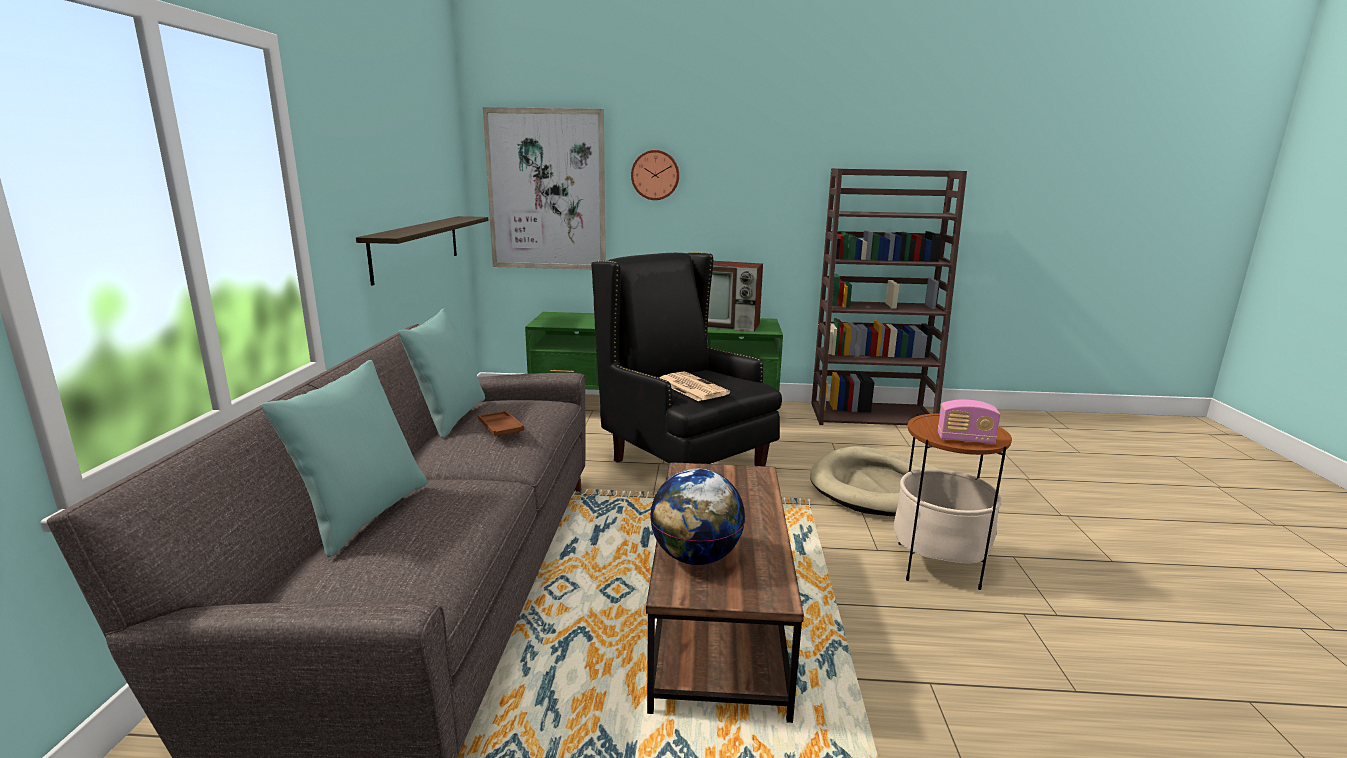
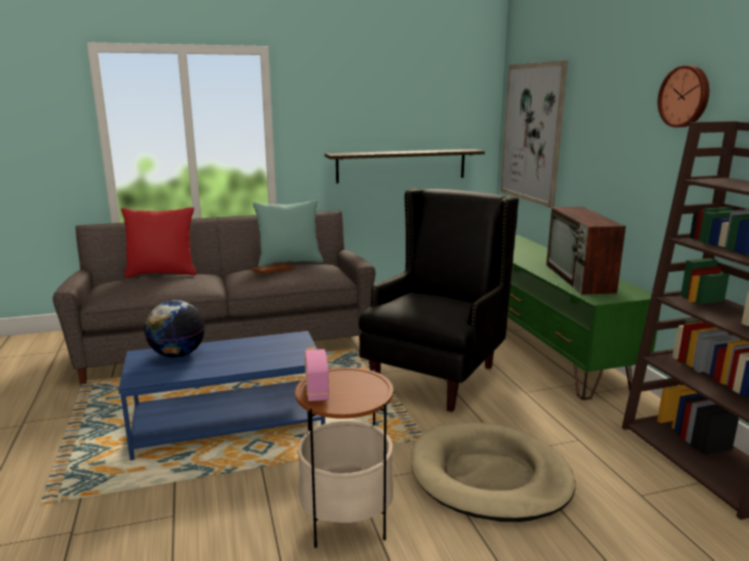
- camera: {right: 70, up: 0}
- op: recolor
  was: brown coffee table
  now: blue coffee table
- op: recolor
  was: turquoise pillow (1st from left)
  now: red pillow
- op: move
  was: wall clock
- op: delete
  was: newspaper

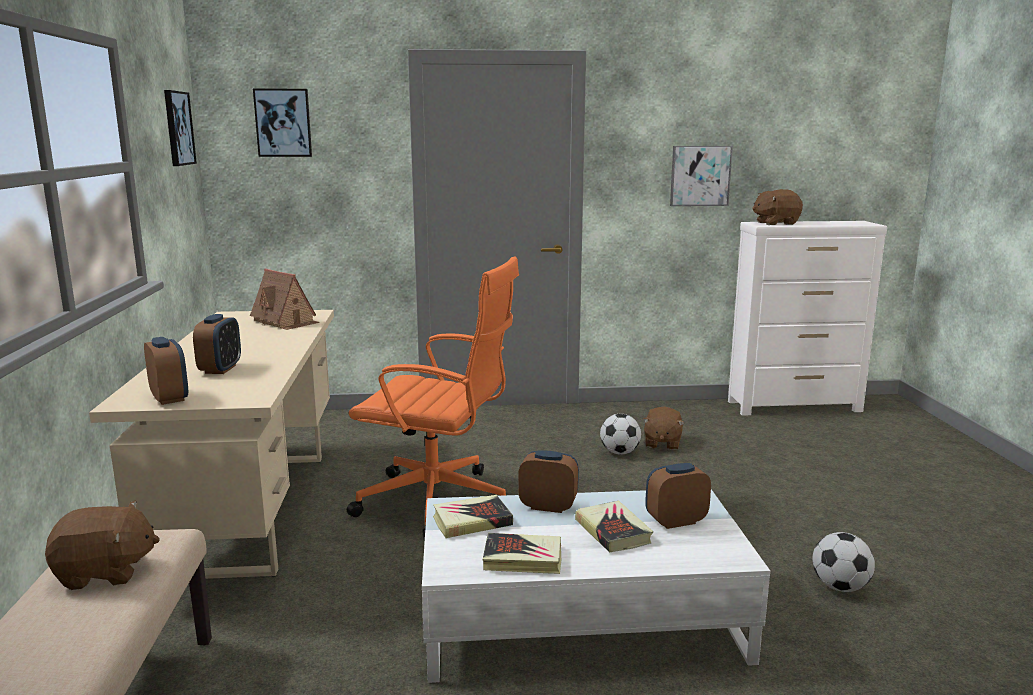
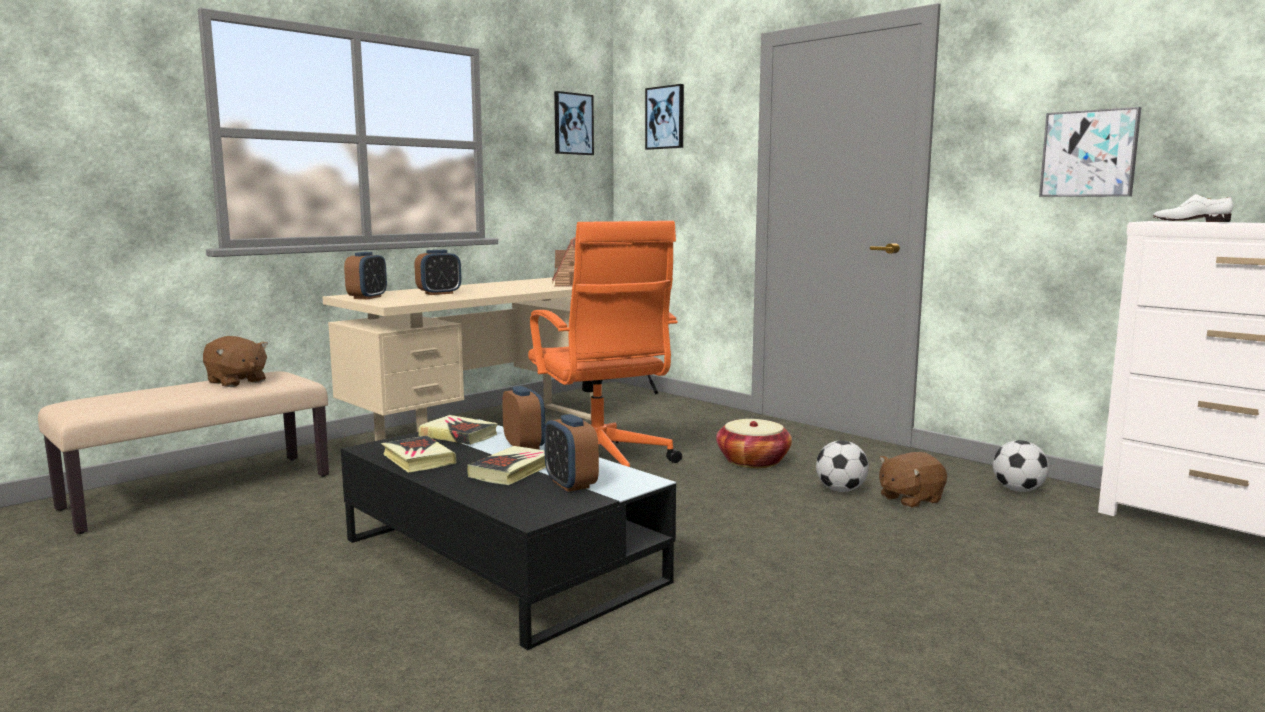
- camera: {right: 50, up: -5}
- op: recolor
  was: white coffee table
  now: black coffee table
- op: rotate
  was: alarm clock (4th from left)
  clockwise: -150
- op: insert
  now: basket
- op: move
  was: football (2nd from left)
- op: replace
  was: brown plush toy (3rd from left)
  now: white shoe

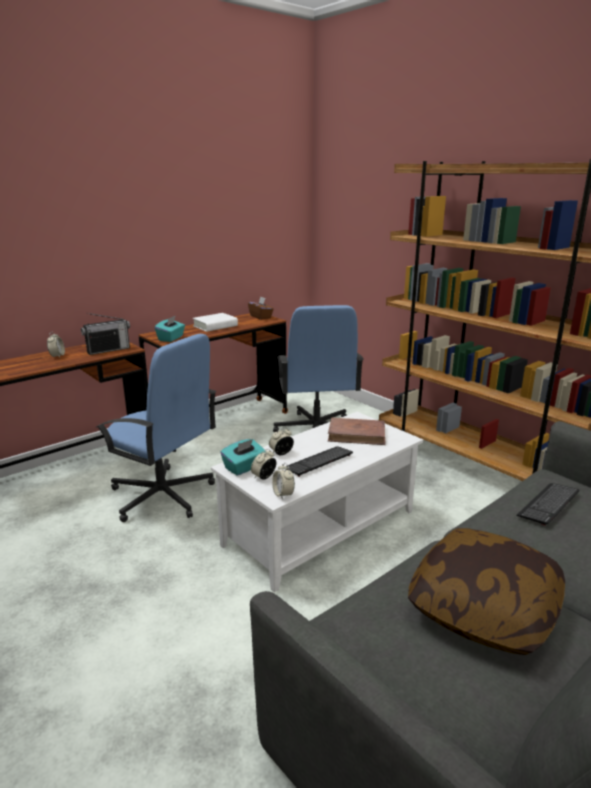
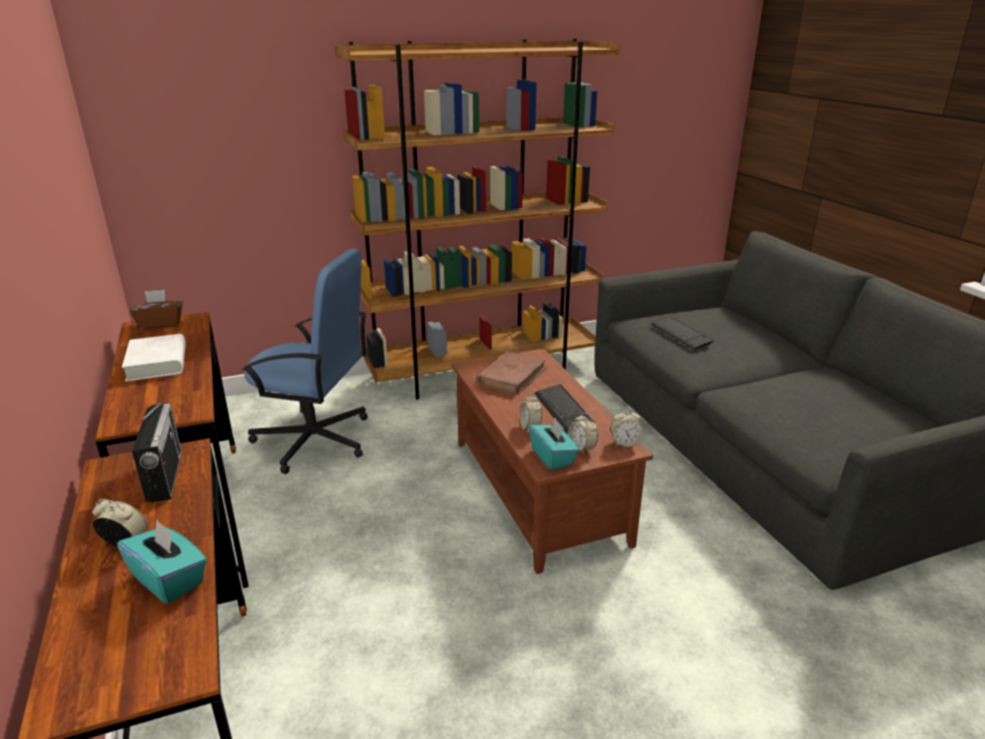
- camera: {right: -70, up: 5}
- op: move
  was: turquoise tissue box (1st from left)
- op: recolor
  was: white coffee table
  now: brown coffee table
- op: delete
  was: blue office chair (1st from left)
- op: delete
  was: pillow

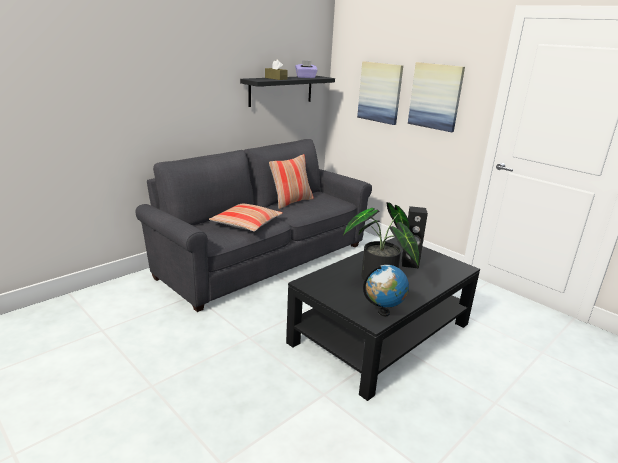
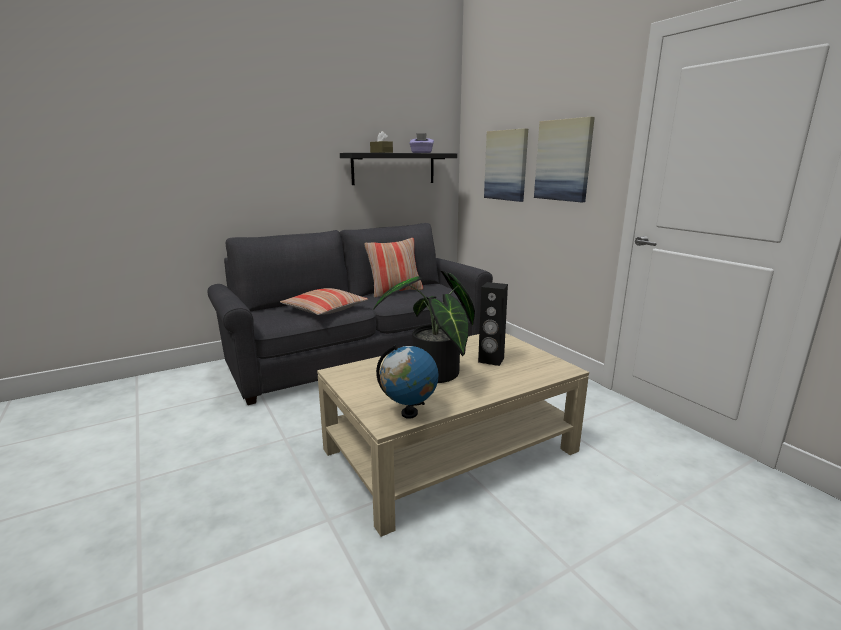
- camera: {right: 15, up: -5}
- op: recolor
  was: black coffee table
  now: beige coffee table

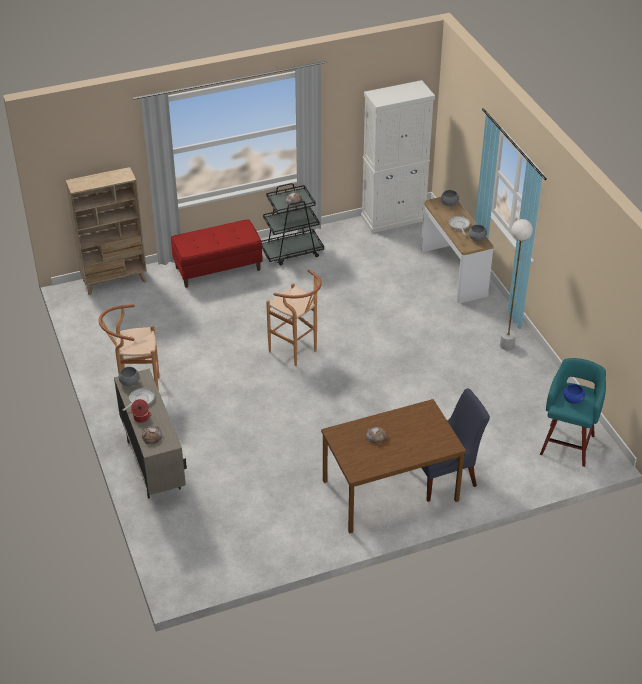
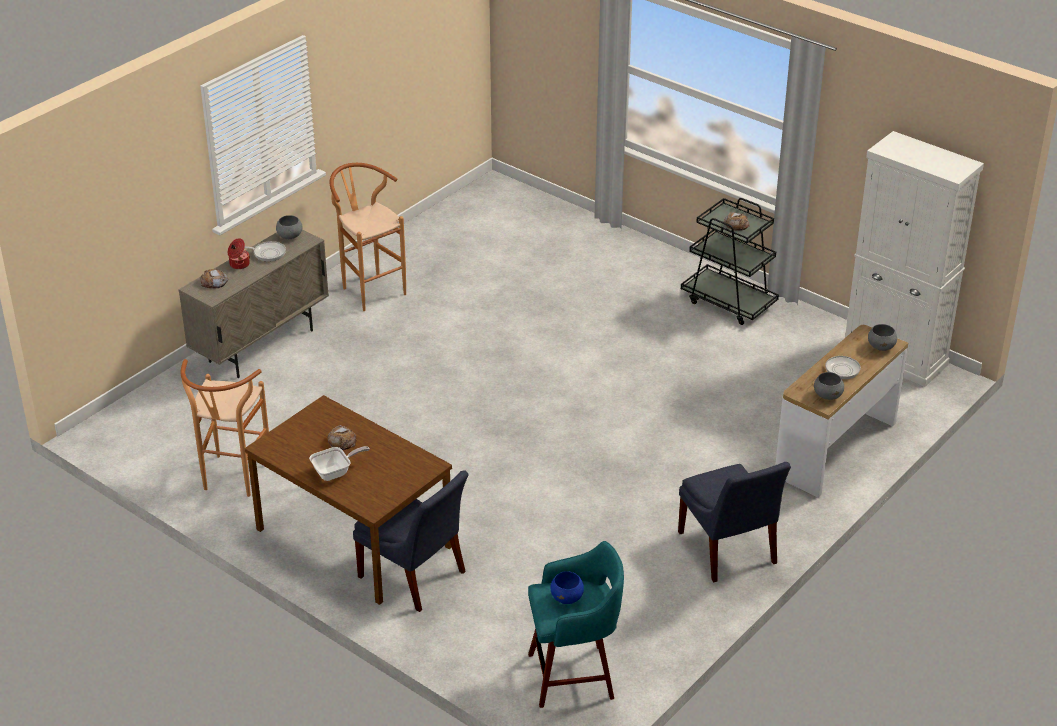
- camera: {right: 60, up: -5}
- op: move
  was: brown stool (2nd from left in the first image)
  now: brown stool (1st from left)
- op: insert
  now: frying pan (2nd from left)
- op: replace
  was: white floor lamp
  now: blue chair (2nd from left)
- op: delete
  was: beige bookcase
- op: delete
  was: red bench

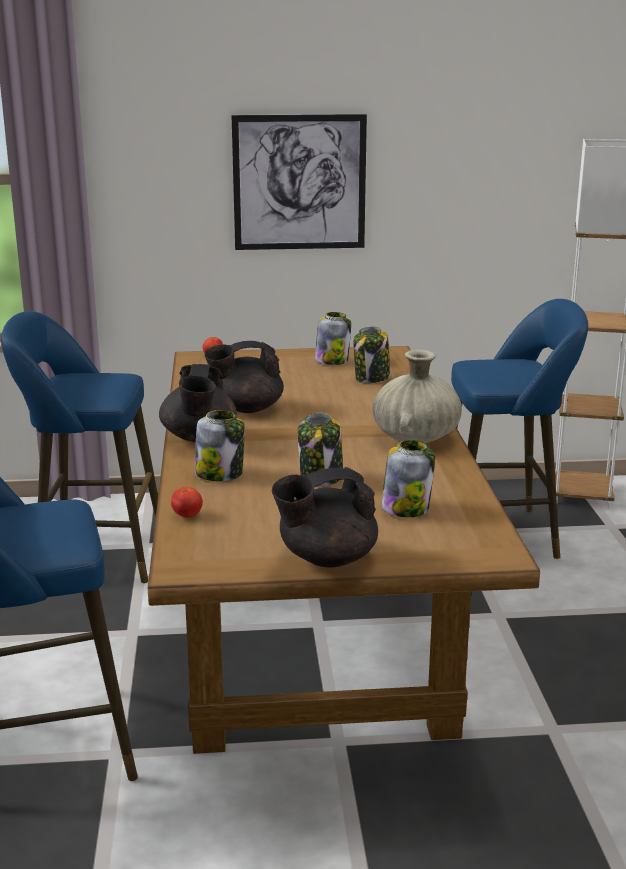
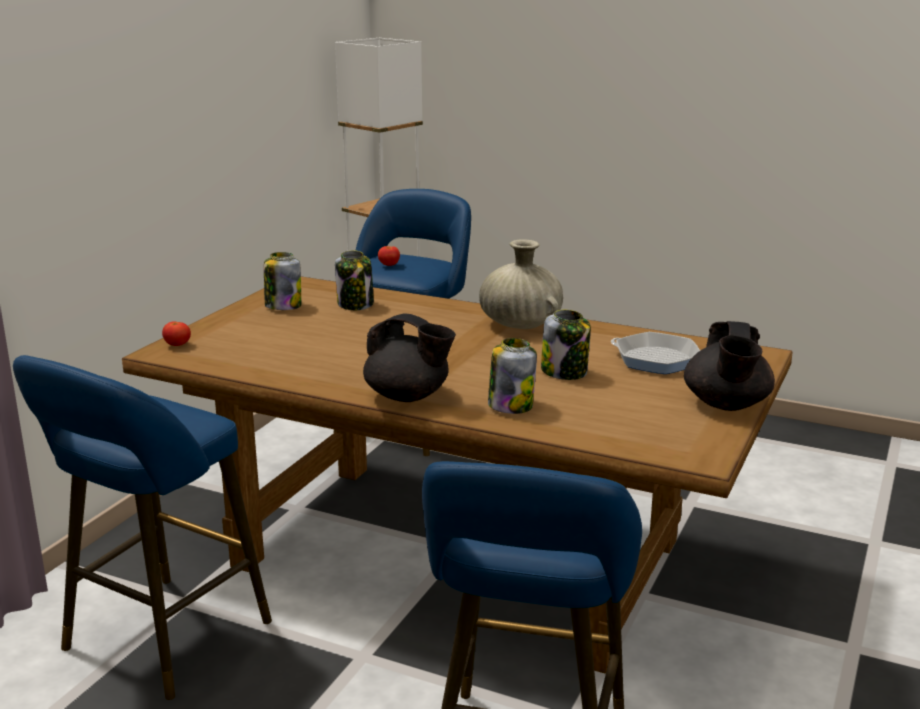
- camera: {right: -60, up: 0}
- op: move
  was: tomato (1st from left in the first image)
  now: tomato (2nd from left)
- op: replace
  was: jar (5th from left)
  now: frying pan
- op: delete
  was: black teapot (2nd from left)
- op: delete
  was: picture

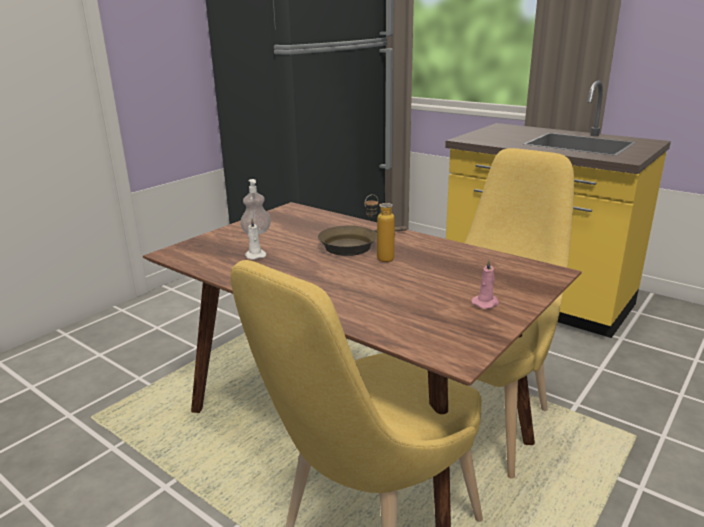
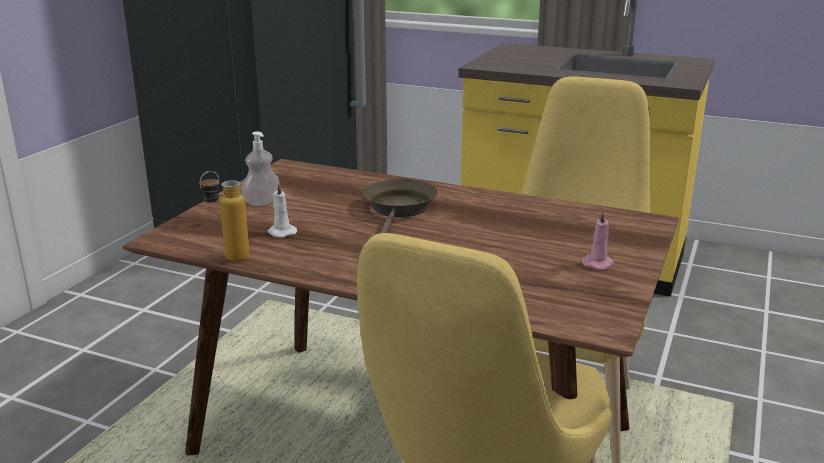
- camera: {right: -15, up: 0}
- op: move
  was: bottle
- op: rotate
  was: brown frying pan
  clockwise: 150

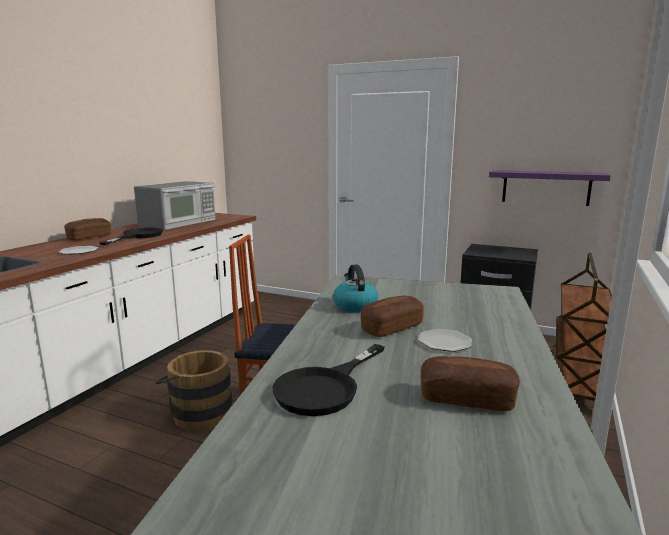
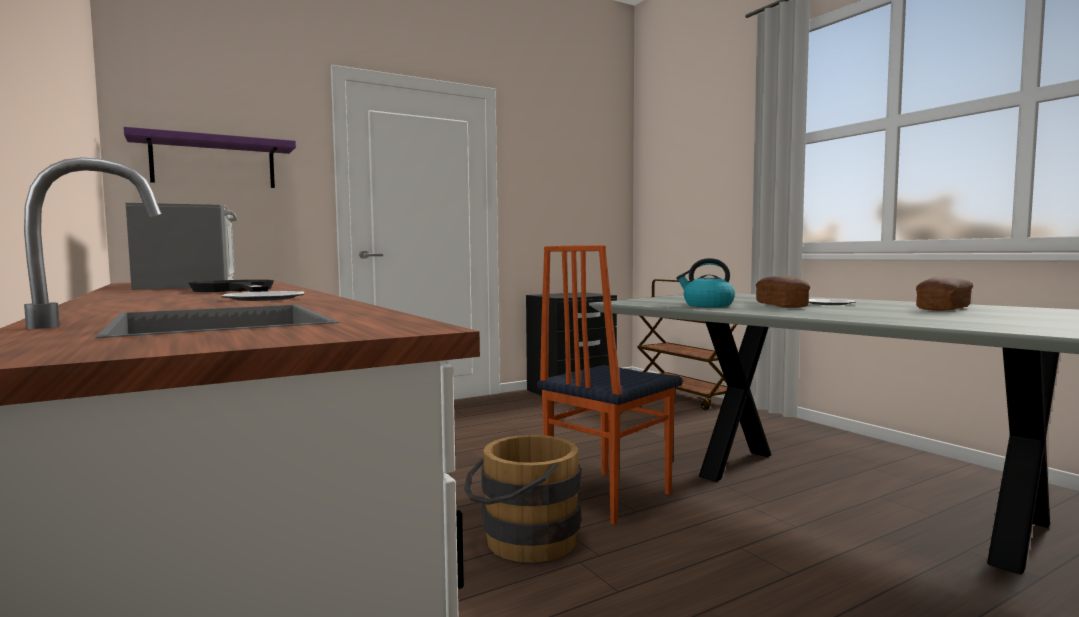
- camera: {right: -55, up: -10}
- op: move
  was: purple shelf
- op: delete
  was: bread (1st from left)
- op: delete
  was: black frying pan (2nd from left)

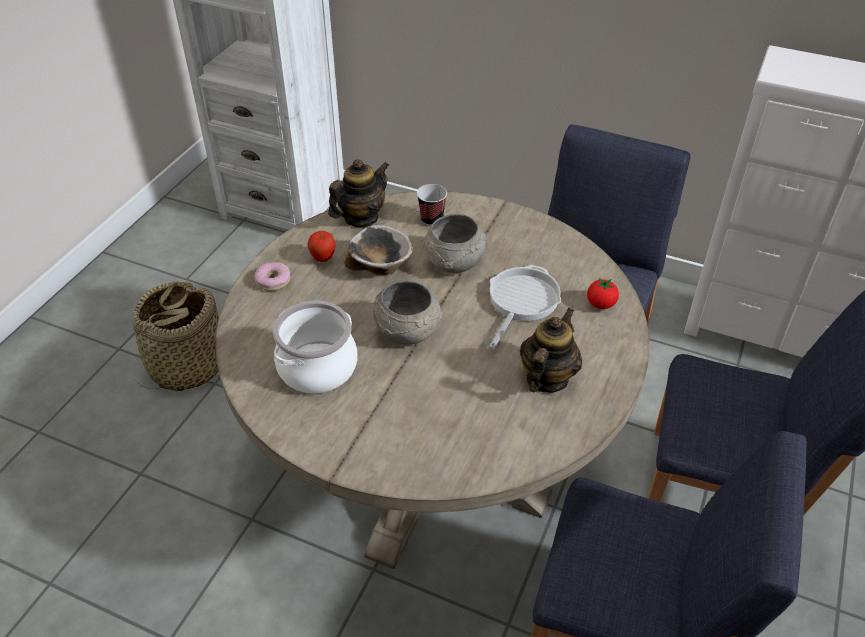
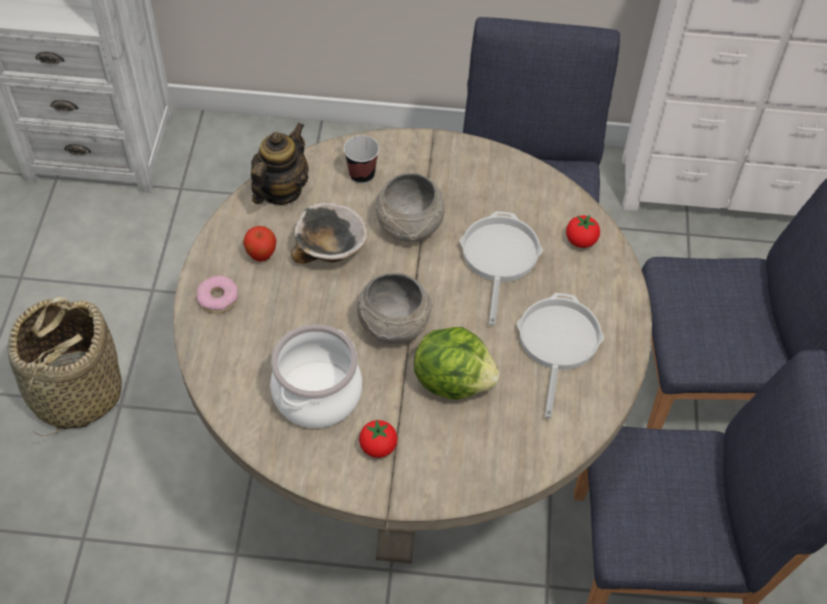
- camera: {right: -20, up: 10}
- op: insert
  now: tomato (1st from left)
- op: insert
  now: lettuce
- op: replace
  was: teapot (2nd from left)
  now: frying pan (2nd from left)

